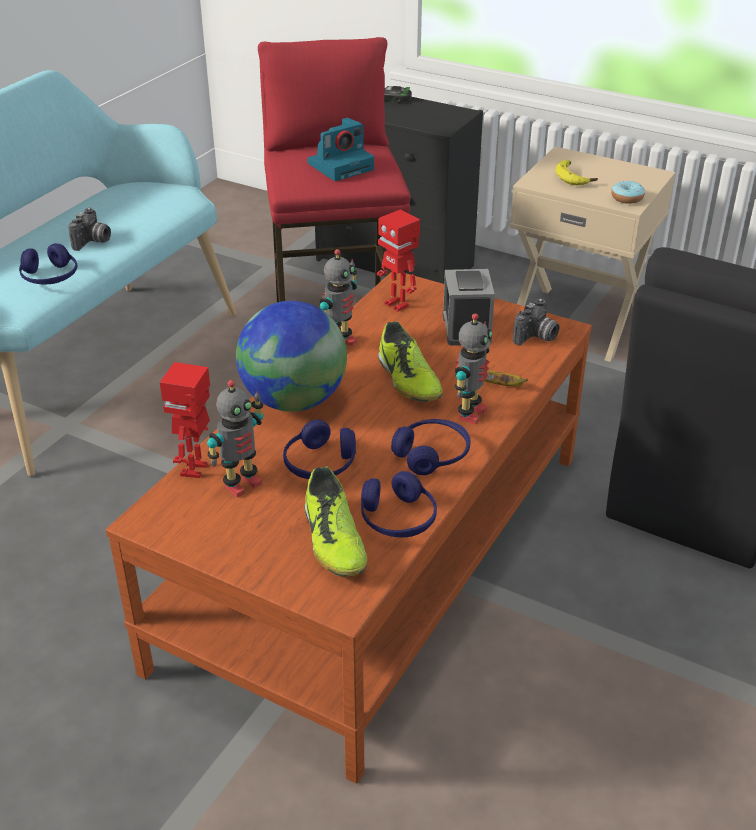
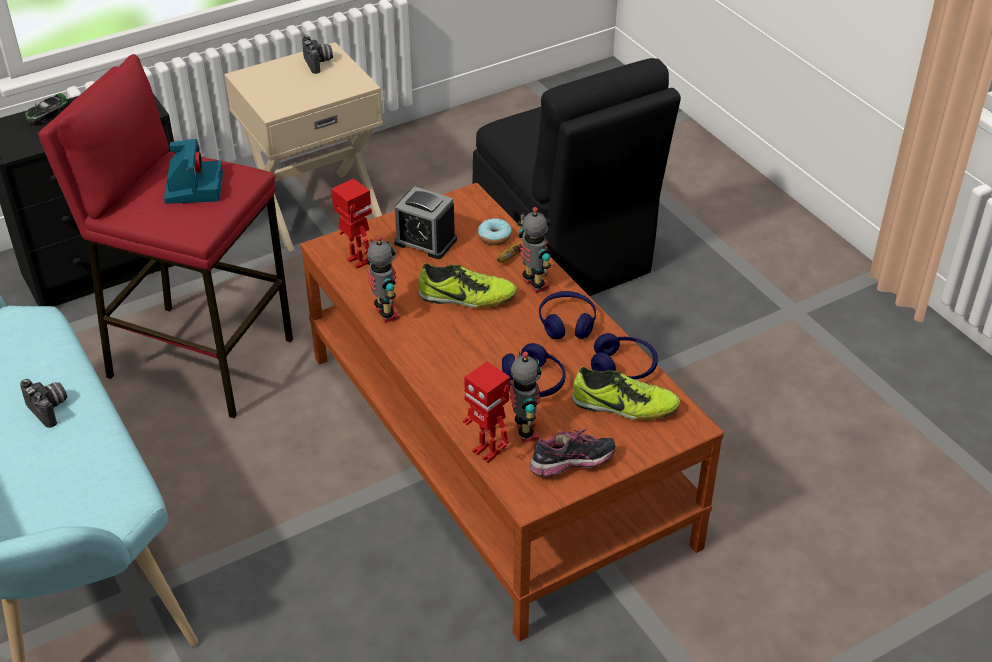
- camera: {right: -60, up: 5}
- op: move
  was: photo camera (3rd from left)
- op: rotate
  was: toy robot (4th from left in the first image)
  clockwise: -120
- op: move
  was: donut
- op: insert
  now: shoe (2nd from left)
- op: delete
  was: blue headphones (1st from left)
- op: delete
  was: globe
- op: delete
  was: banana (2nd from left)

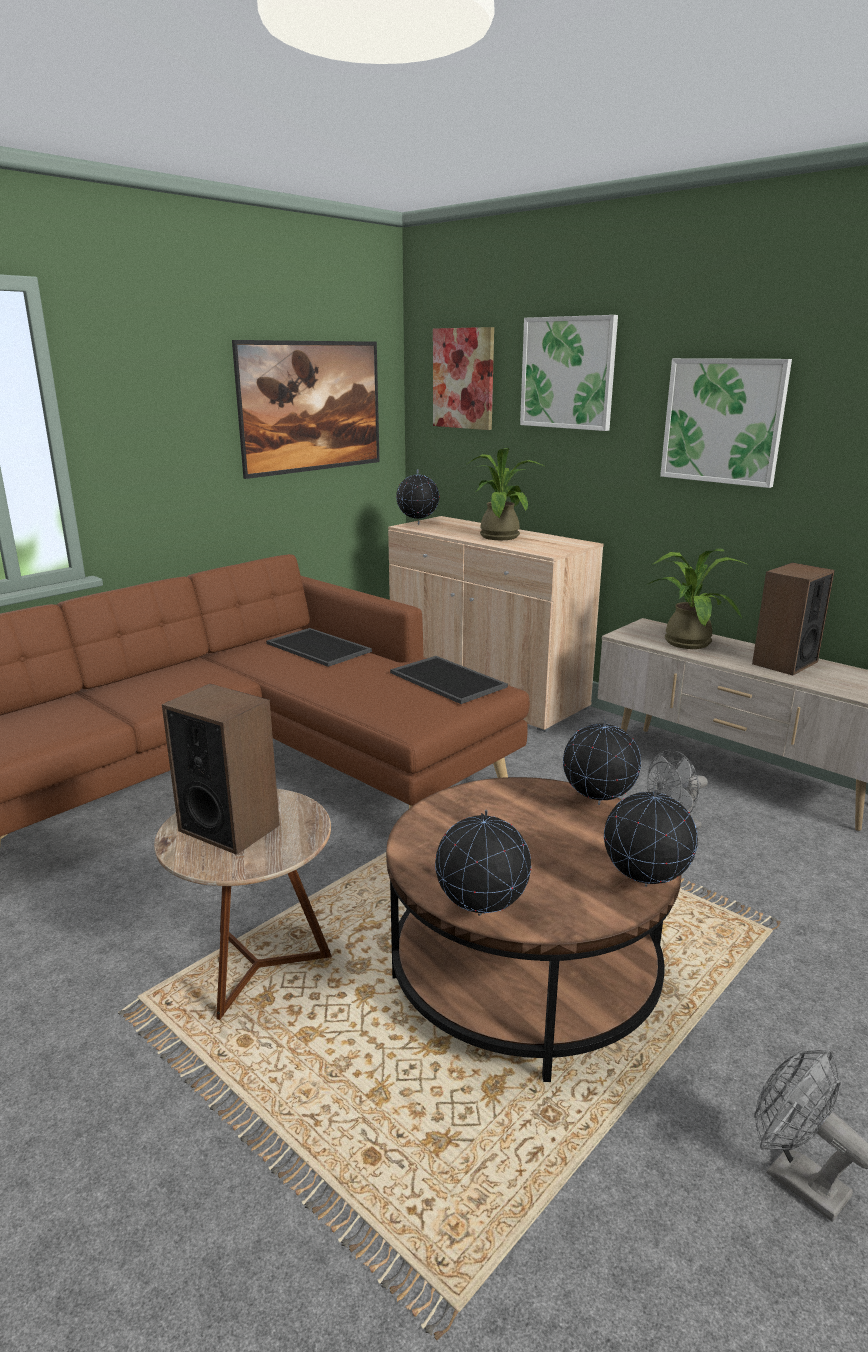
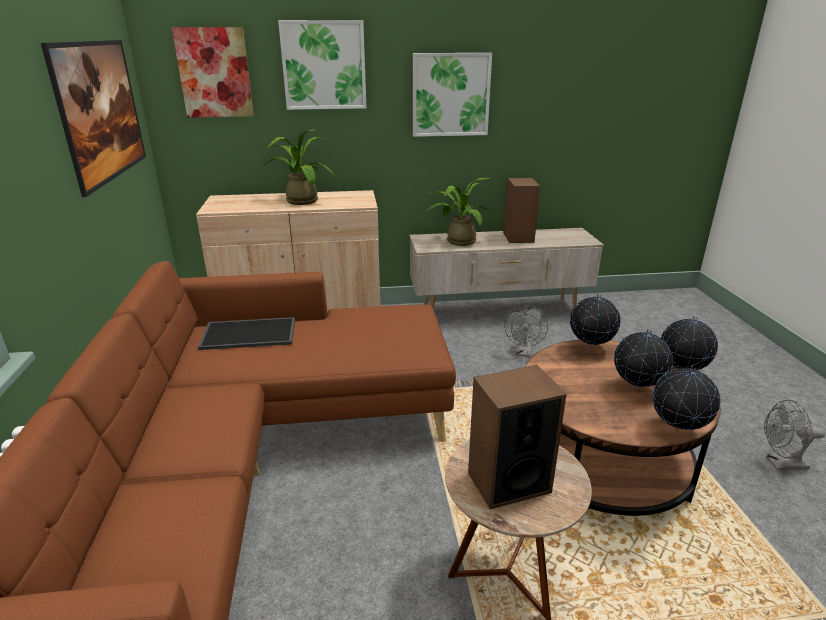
- camera: {right: -50, up: 5}
- op: move
  was: globe (1st from left in the first image)
  now: globe (2nd from left)
- op: delete
  was: tray (2nd from left)

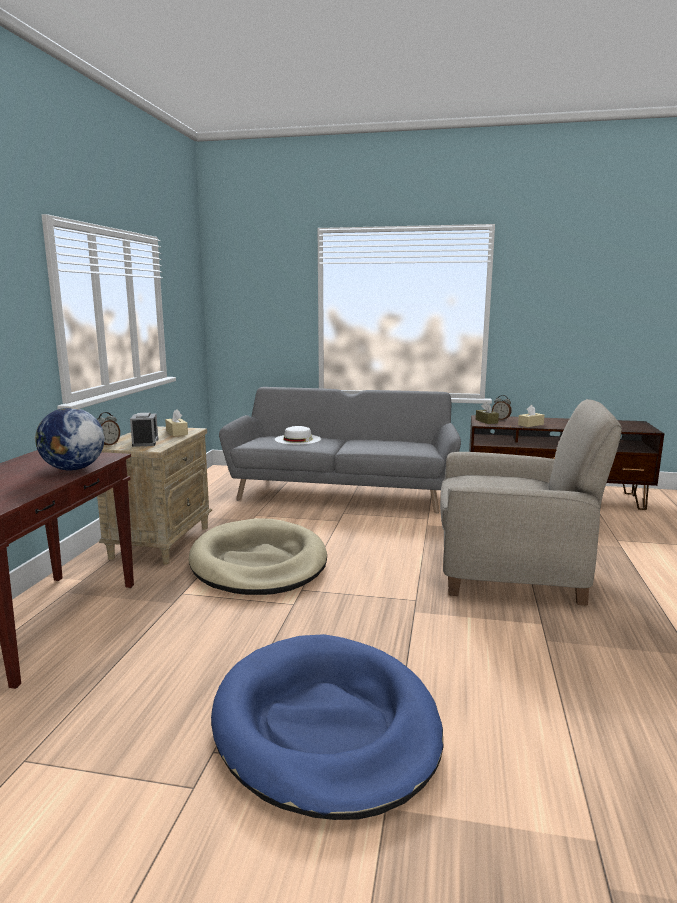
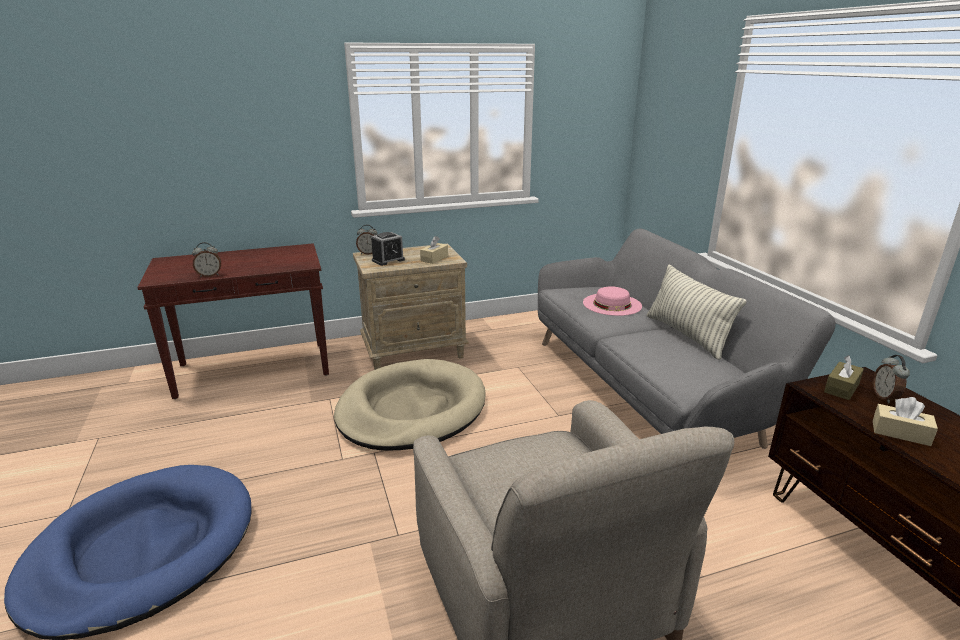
- camera: {right: 60, up: 10}
- op: insert
  now: alarm clock (1st from left)
- op: recolor
  was: white hat
  now: pink hat
- op: insert
  now: pillow
- op: delete
  was: globe

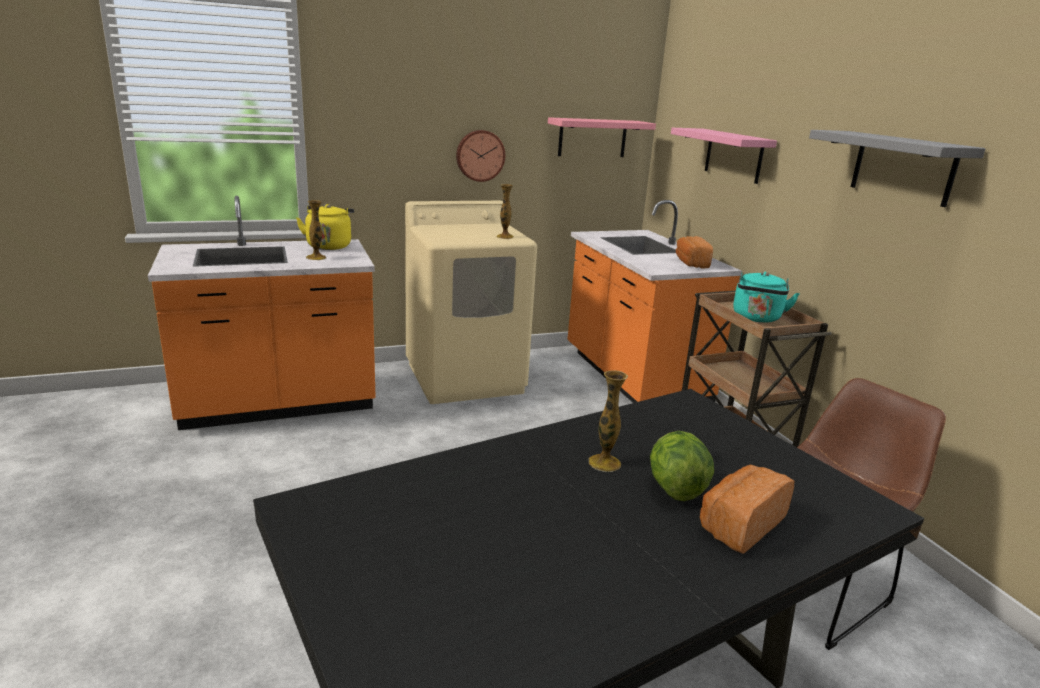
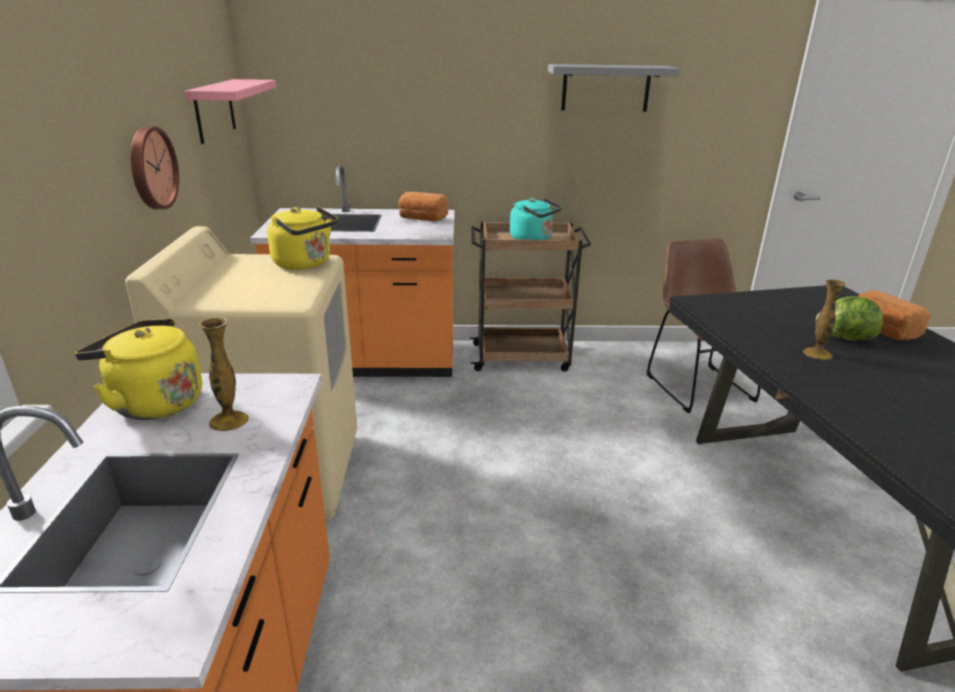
- camera: {right: -70, up: 5}
- op: replace
  was: vase (2nd from left)
  now: yellow kettle (2nd from left)
- op: delete
  was: pink shelf (2nd from left)

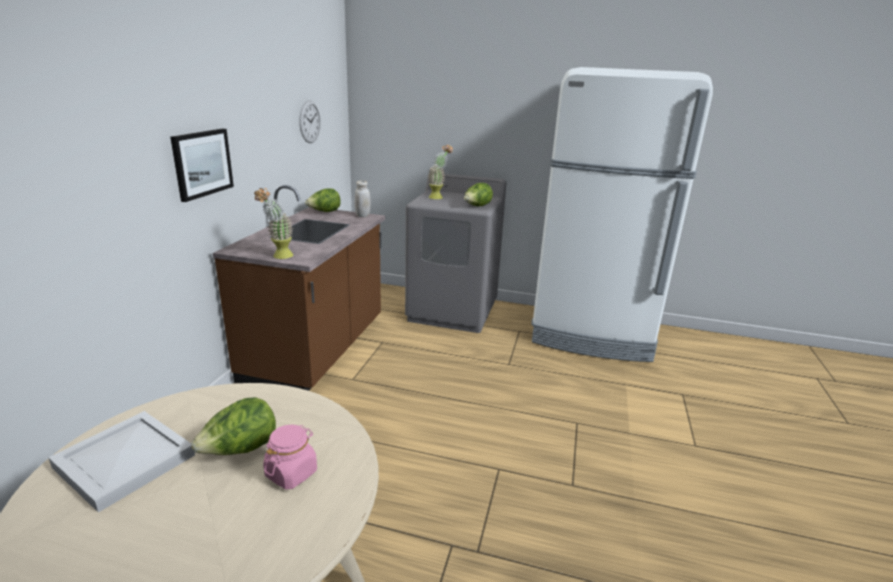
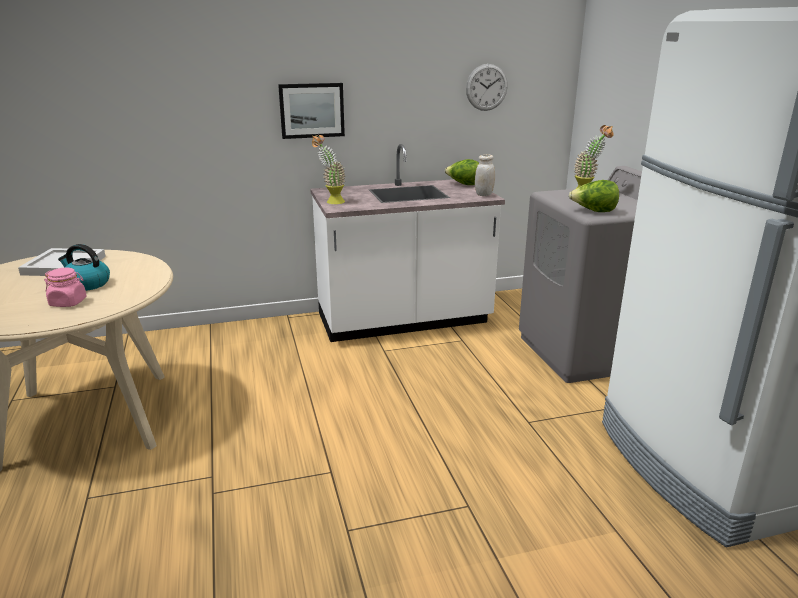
- camera: {right: 60, up: 0}
- op: replace
  was: lettuce (1st from left)
  now: kettle
- op: recolor
  was: brown counter
  now: white counter

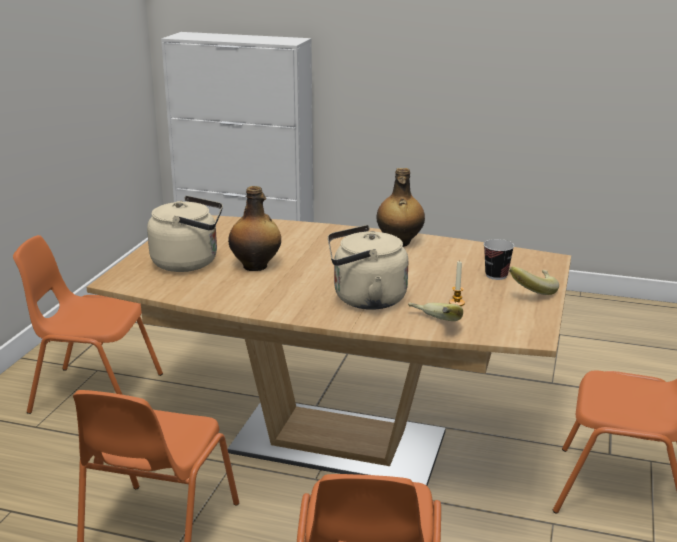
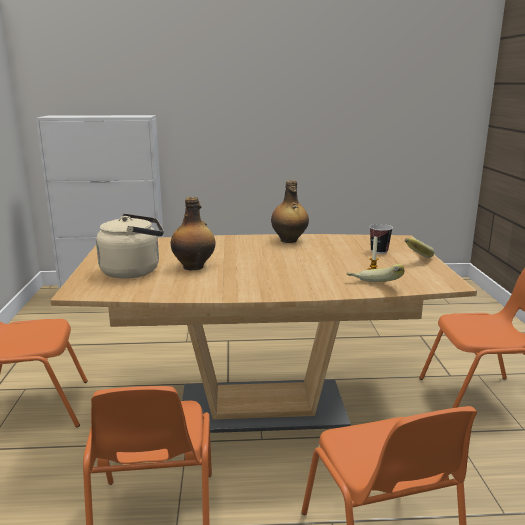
- camera: {right: -20, up: -5}
- op: delete
  was: beige kettle (2nd from left)

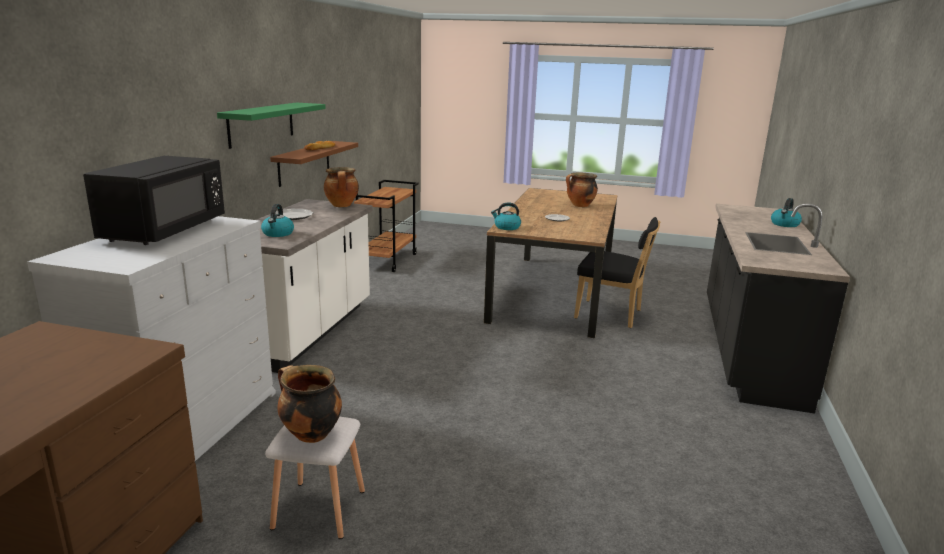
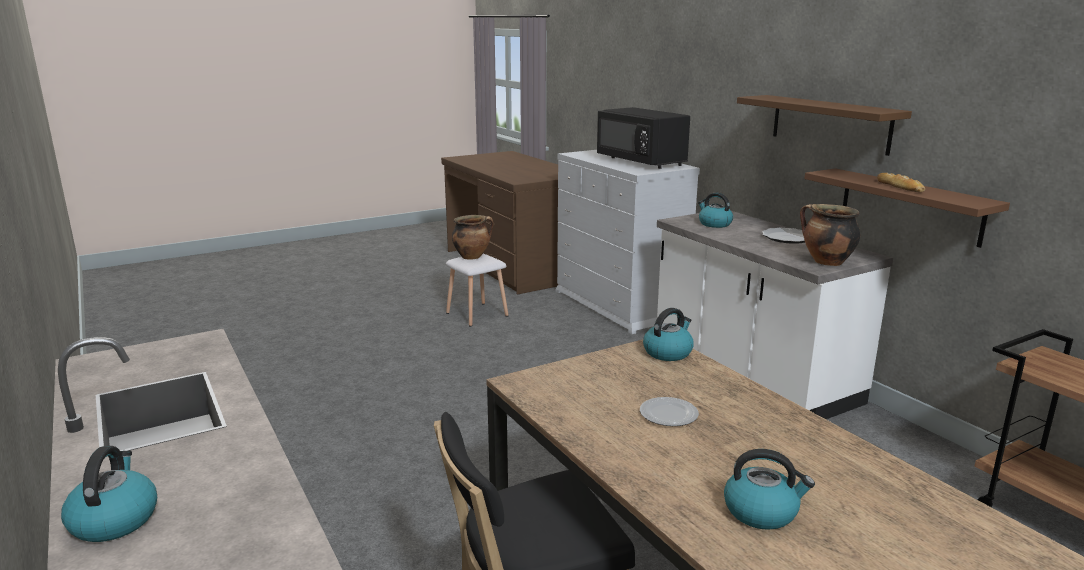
- camera: {right: 135, up: 0}
- op: replace
  was: cooking pot (3rd from left)
  now: kettle (4th from left)
- op: recolor
  was: green shelf
  now: brown shelf (1st from left)

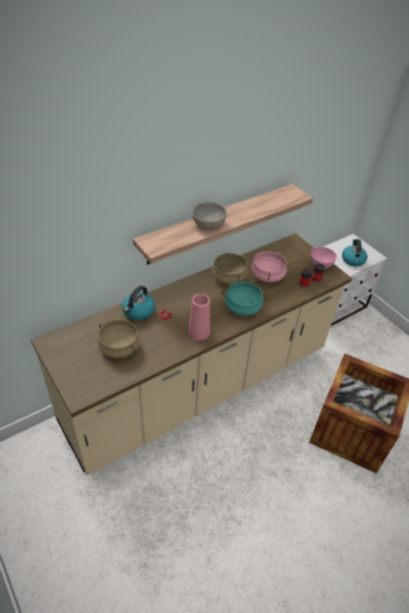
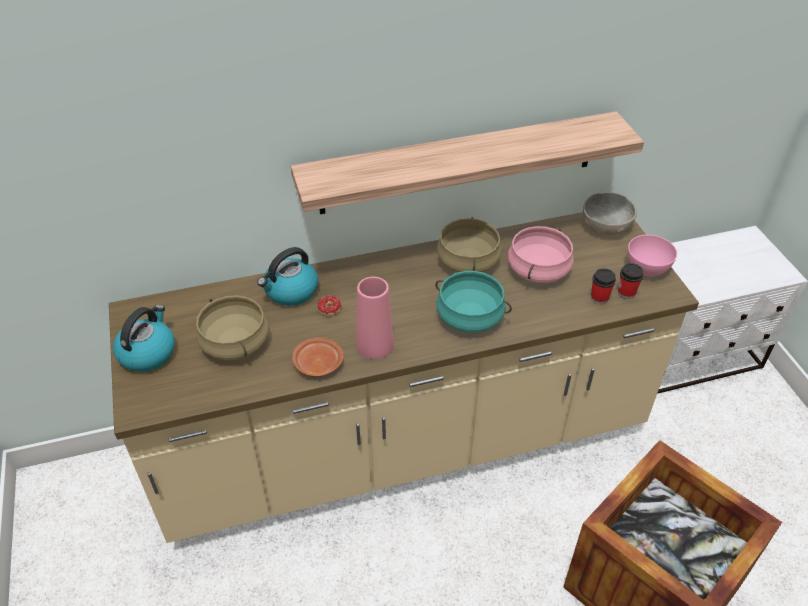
- camera: {right: 20, up: 0}
- op: move
  was: kettle (2nd from left in the first image)
  now: kettle (1st from left)
- op: insert
  now: brown plate
- op: move
  was: grey bowl

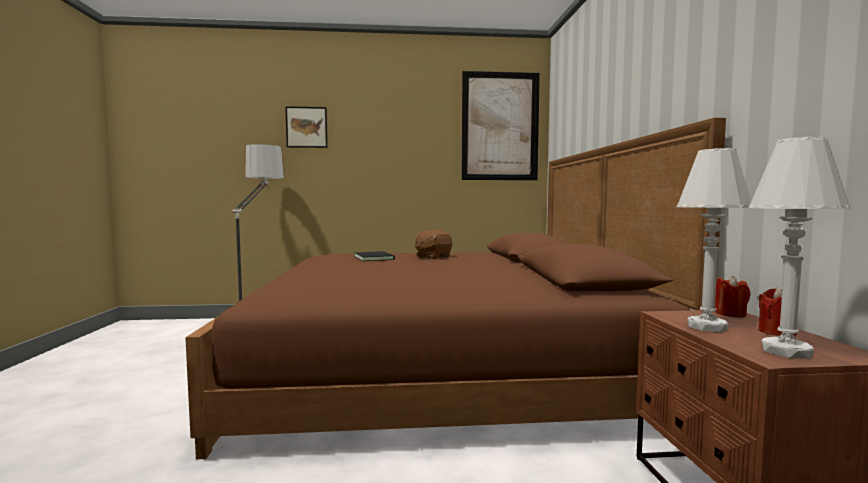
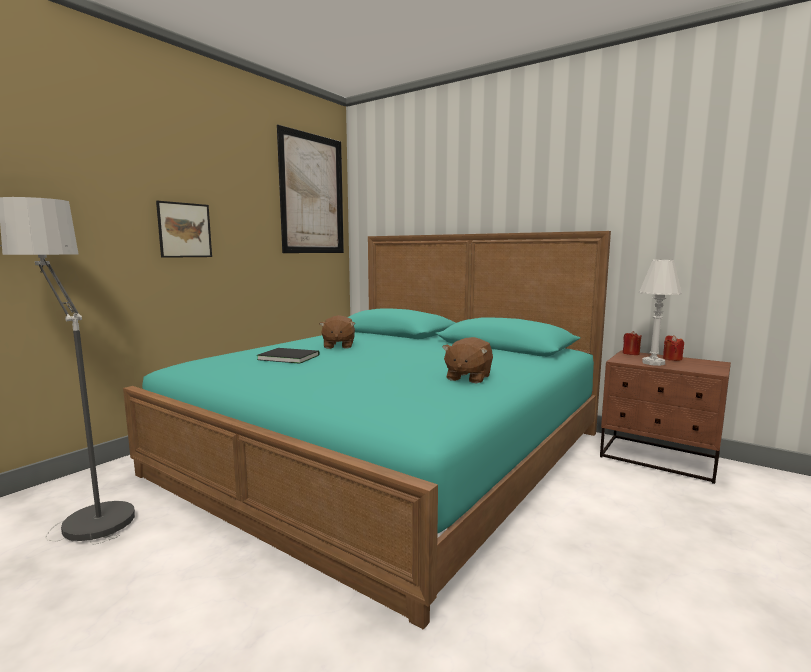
- camera: {right: -50, up: 5}
- op: recolor
  was: brown bed
  now: turquoise bed
- op: move
  was: picture (1st from left)
- op: insert
  now: brown plush toy (2nd from left)
- op: delete
  was: white table lamp (2nd from left)

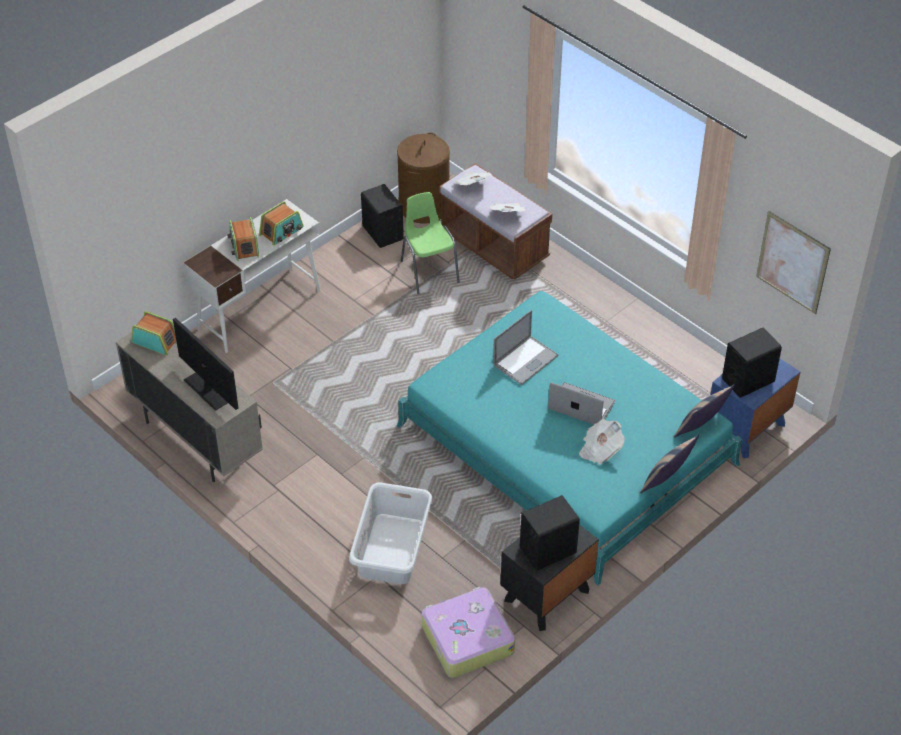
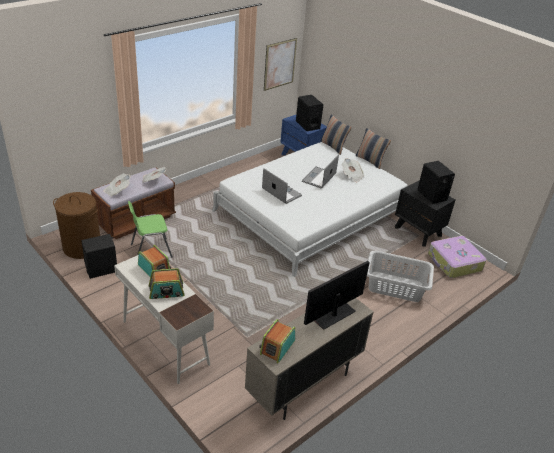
- camera: {right: -90, up: -10}
- op: recolor
  was: turquoise bed
  now: white bed

